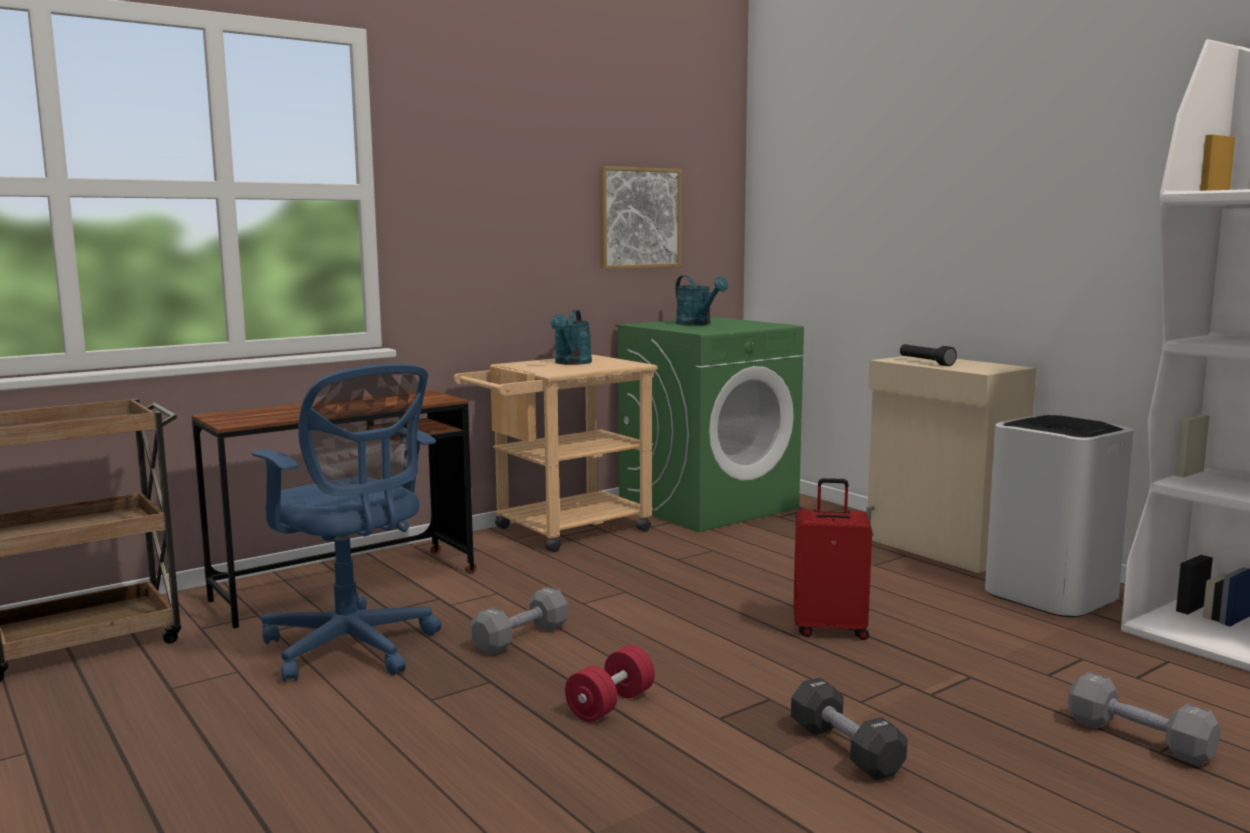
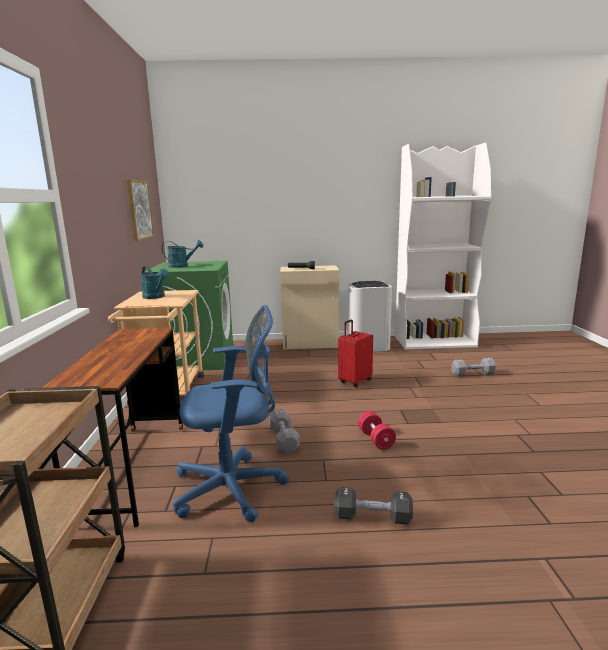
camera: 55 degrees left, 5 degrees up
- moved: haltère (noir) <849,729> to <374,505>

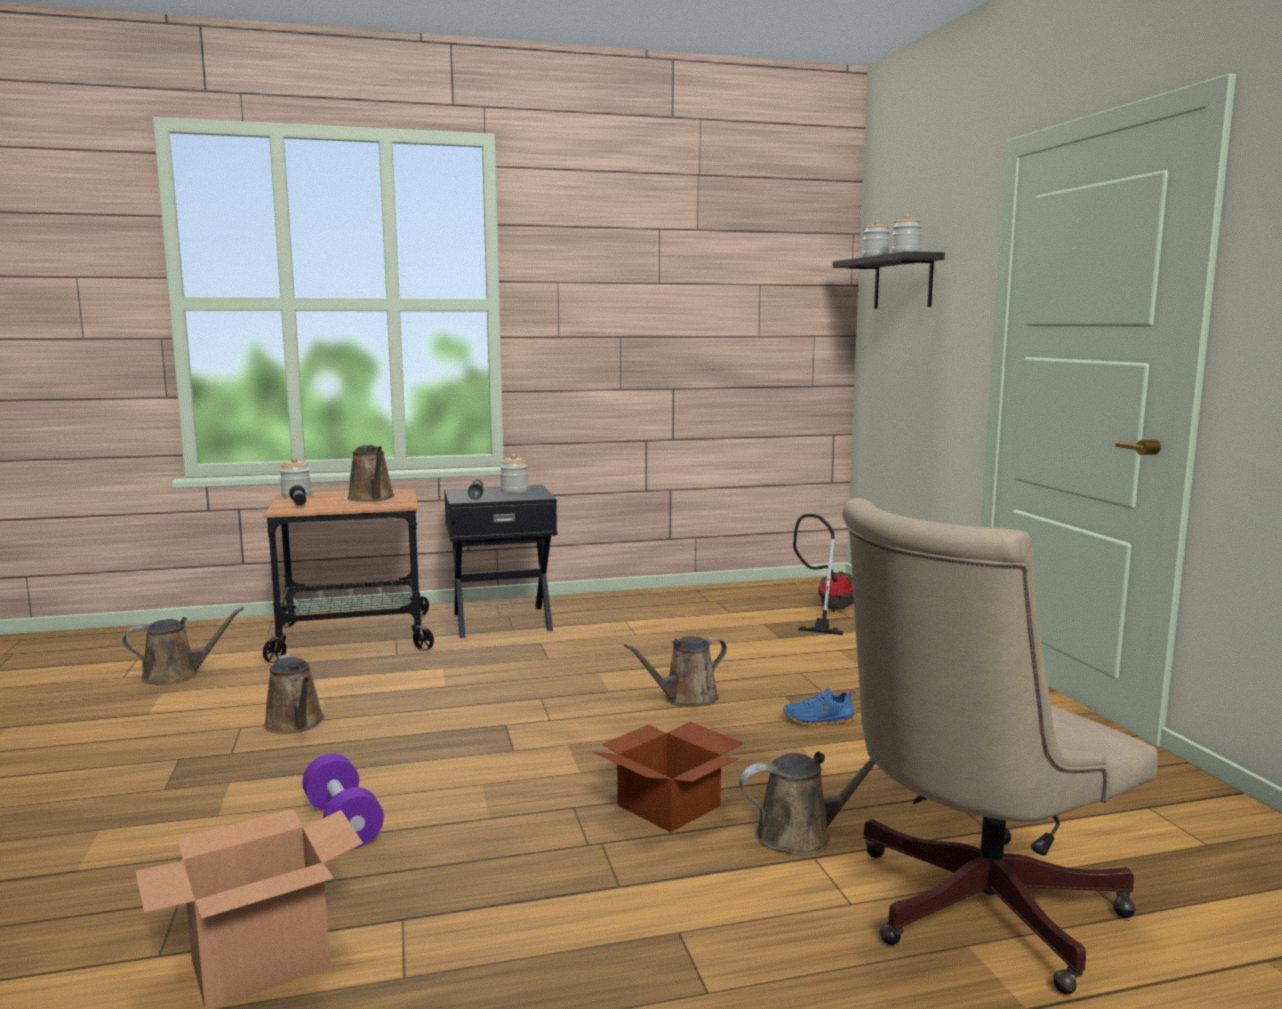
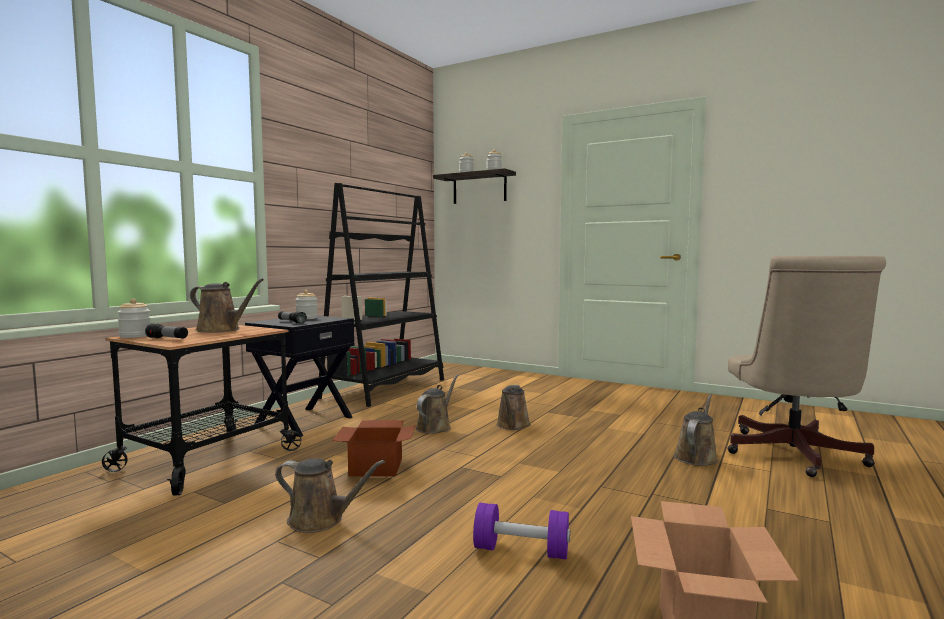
camera: 45 degrees left, 5 degrees down
- removed: chaussure (bleu) <819,707>
- removed: aspirateur <823,574>
- added: bibliothèque (noir) <381,295>
- moved: arrosoir (marron) <183,646> to <437,404>
- moved: carton <668,777> to <374,448>

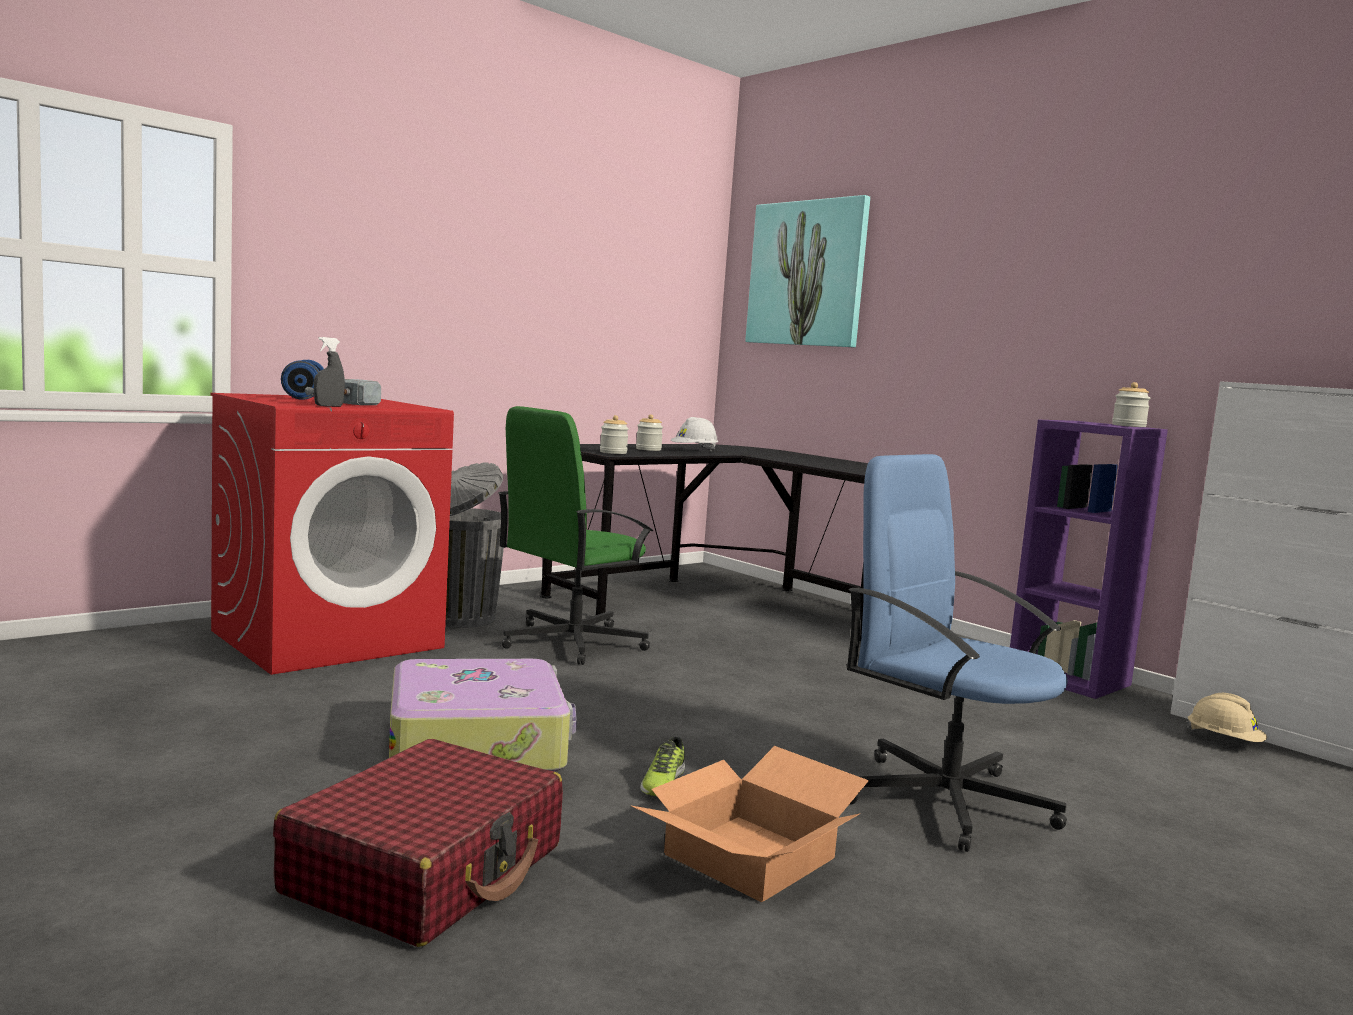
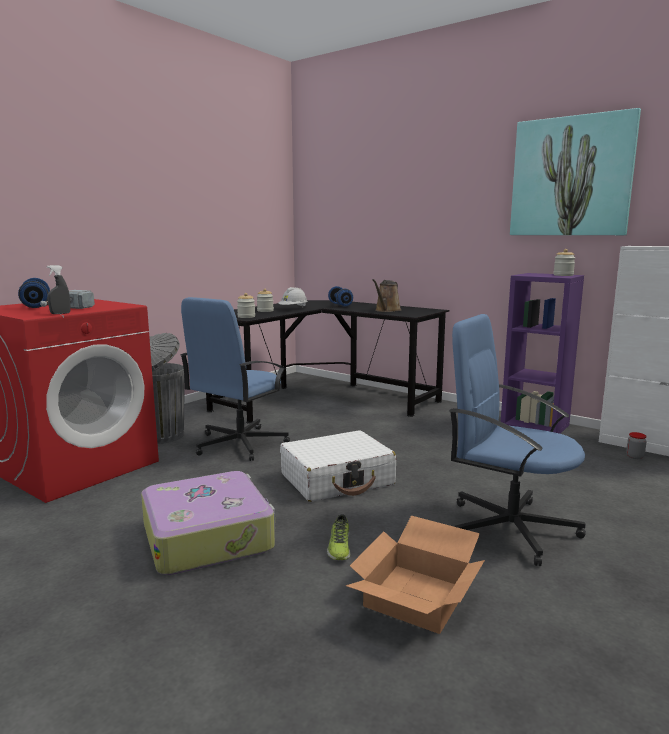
camera: 10 degrees left, 5 degrees up
- removed: valise (rouge) <418,843>
- added: valise (blanc) <338,466>
- added: haltère (bleu) <340,296>
- added: arrosoir (marron) <386,295>
- moved: tableau <807,271> to <575,171>
- replaced: casque de chantier (beige) <1226,717> to bocal <636,445>
- recoloured: chaise de bureau (vert) <575,535> to chaise de bureau (bleu) <235,379>

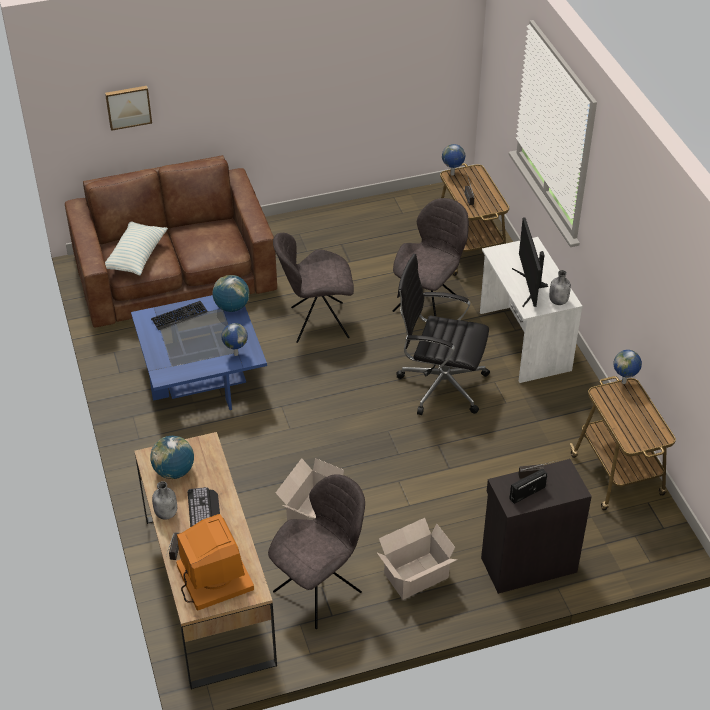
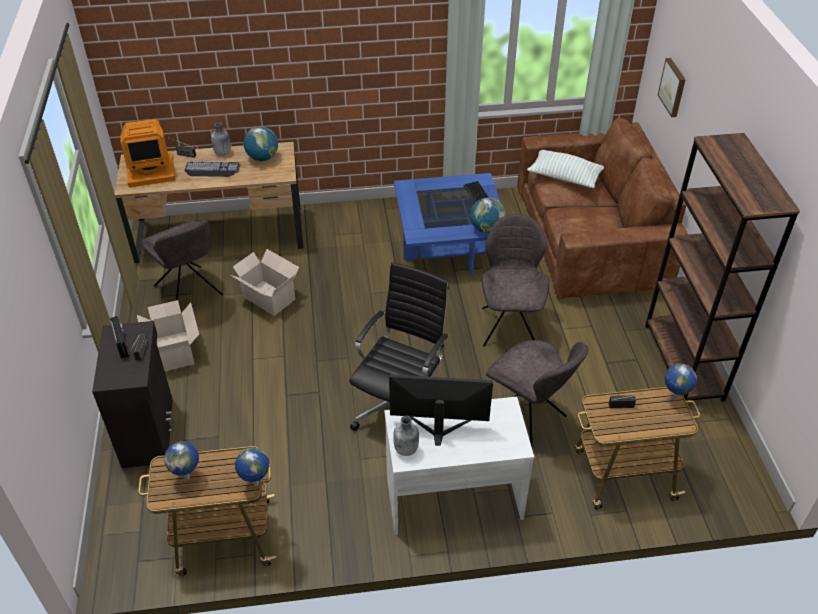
camera: 100 degrees right, 0 degrees up
- added: bibliothèque (marron) <722,267>
- moved: globe <234,339> to <181,460>

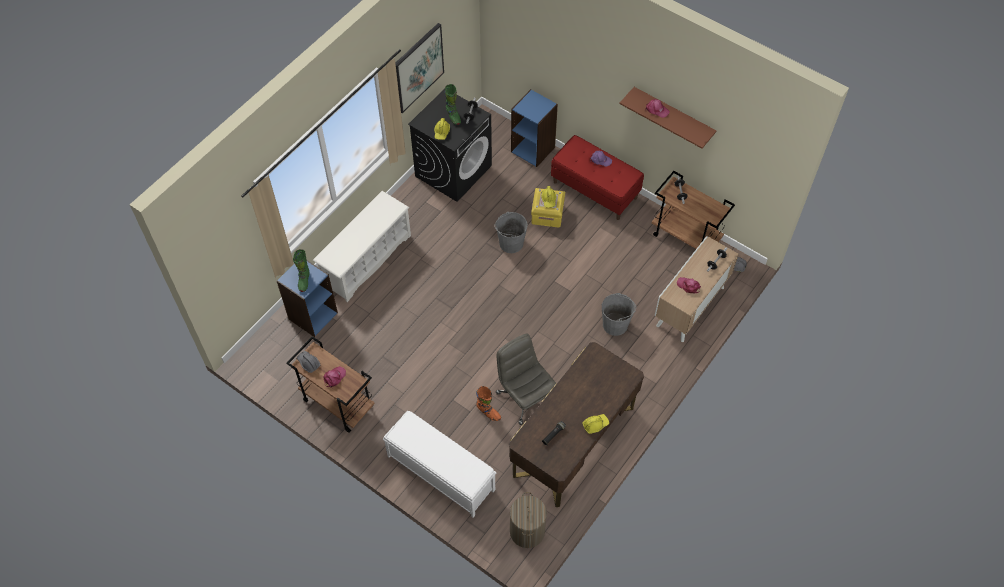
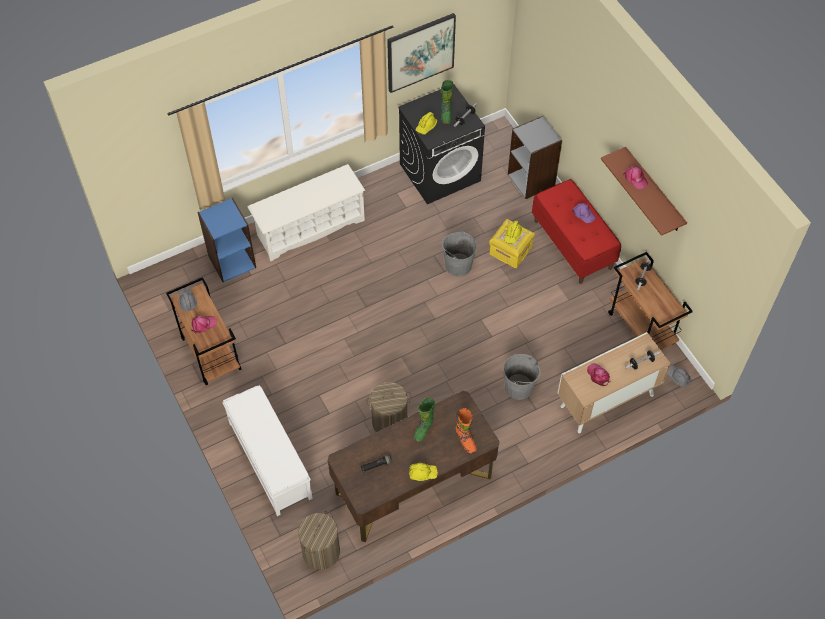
camera: 25 degrees right, 0 degrees up
- moved: botte (vert) <301,270> to <424,419>
- moved: botte (orange) <488,403> to <466,431>
- replaced: chaise de bureau (gris) <526,379> to panier à linge <389,407>
- recoloured: bibliothèque (bleu) <534,128> to bibliothèque (gris) <535,157>

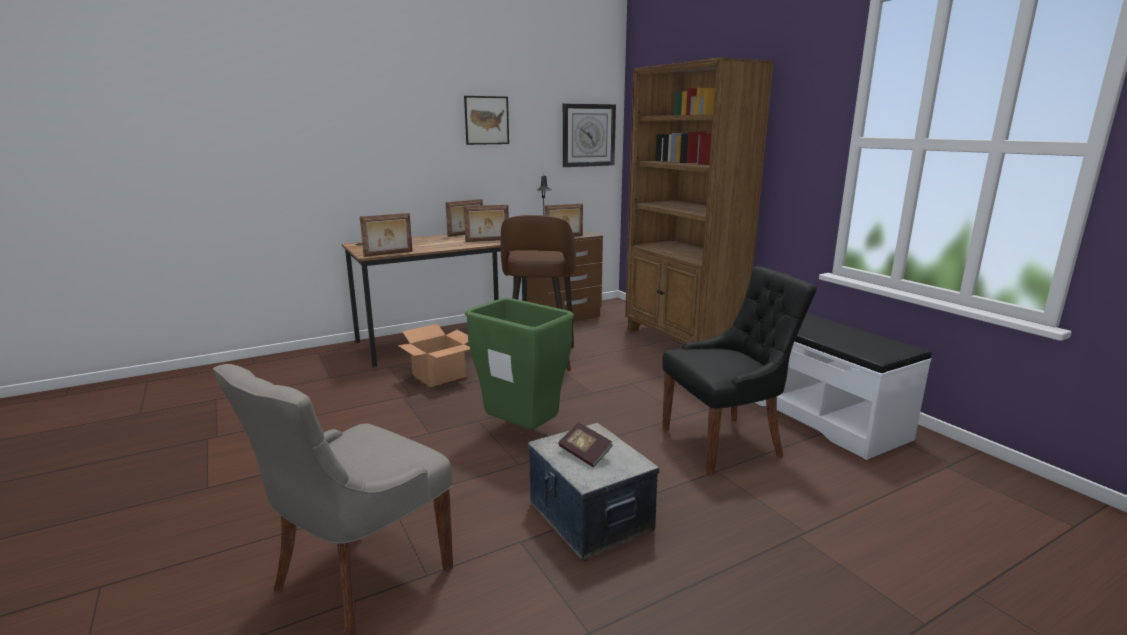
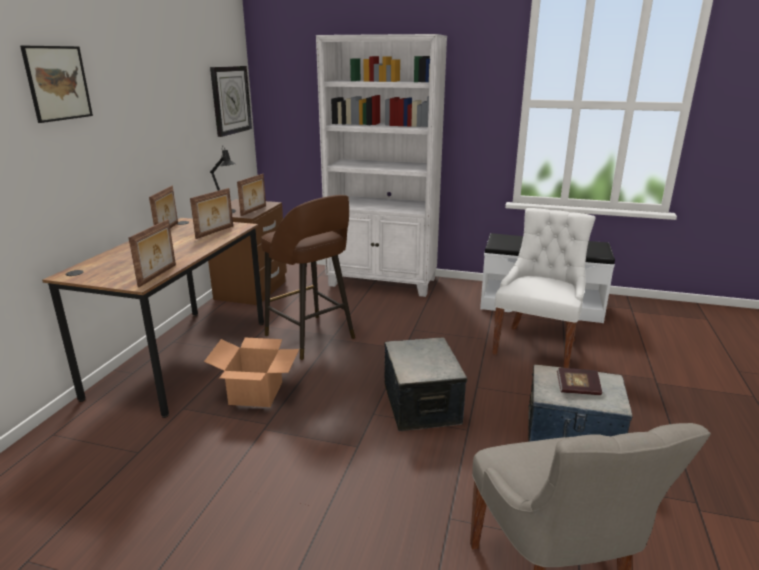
camera: 45 degrees left, 5 degrees up
- moved: tableau <486,120> to <56,84>
- replaced: poubelle (vert) <519,363> to boîte de rangement <425,384>
- recoloured: bibliothèque (marron) <699,200> to bibliothèque (blanc) <381,165>
- recoloured: chaise (noir) <739,370> to chaise (blanc) <544,288>

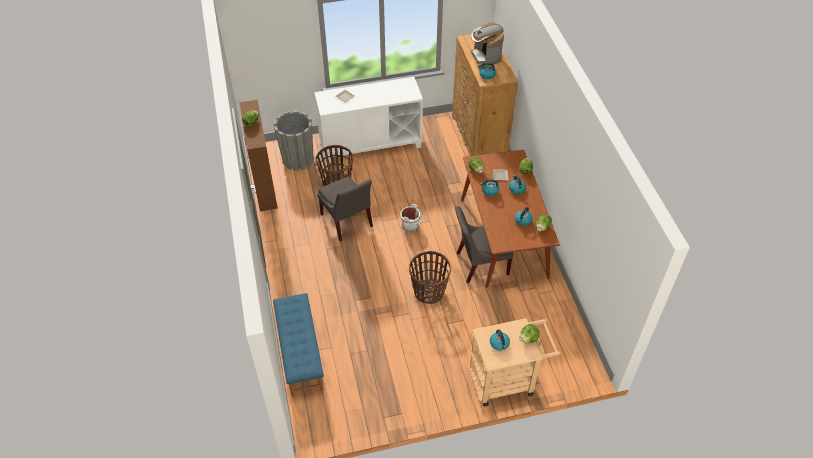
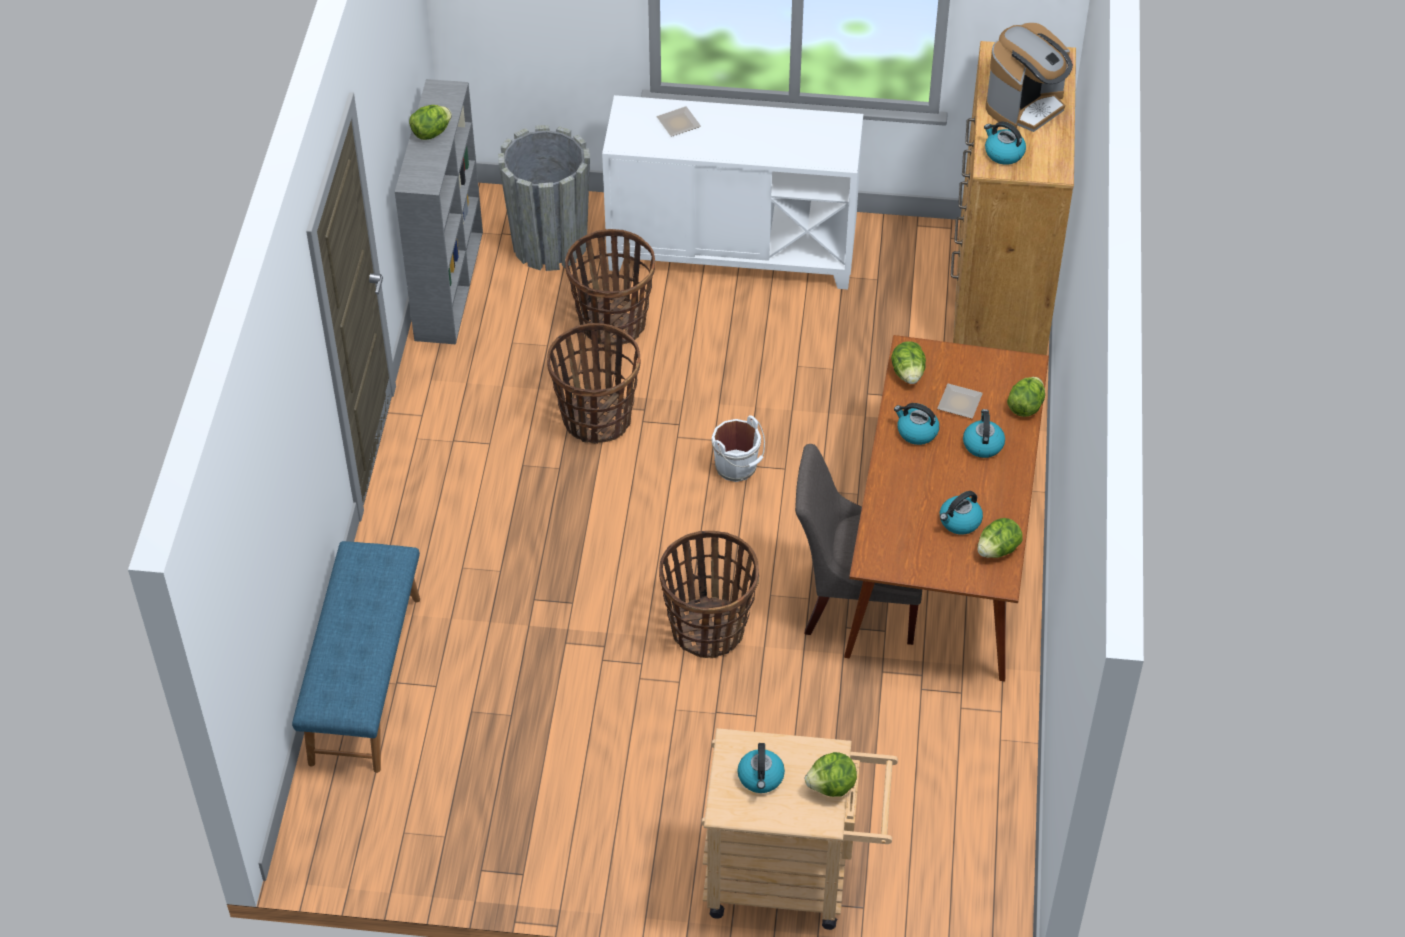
camera: 20 degrees right, 0 degrees up
- replaced: chaise (gris) <345,209> to panier <593,383>
- recoloured: bibliothèque (marron) <258,155> to bibliothèque (gris) <439,211>
- turned: machine à café <487,44> = <1029,77> 135 degrees counterclockwise

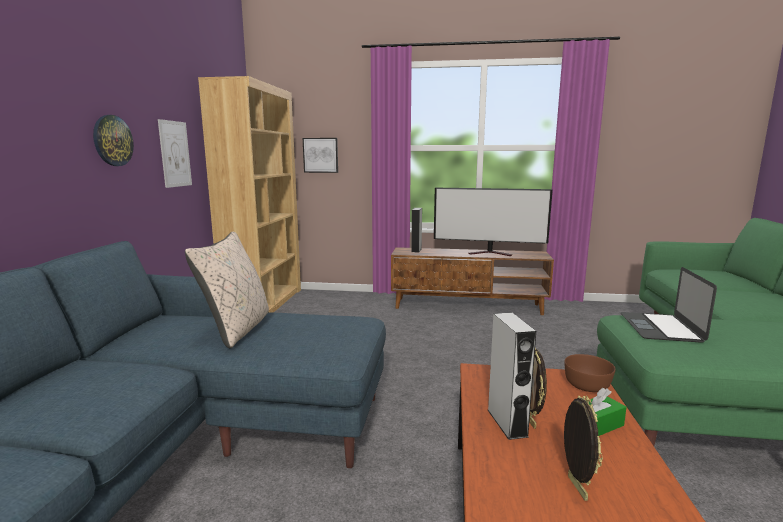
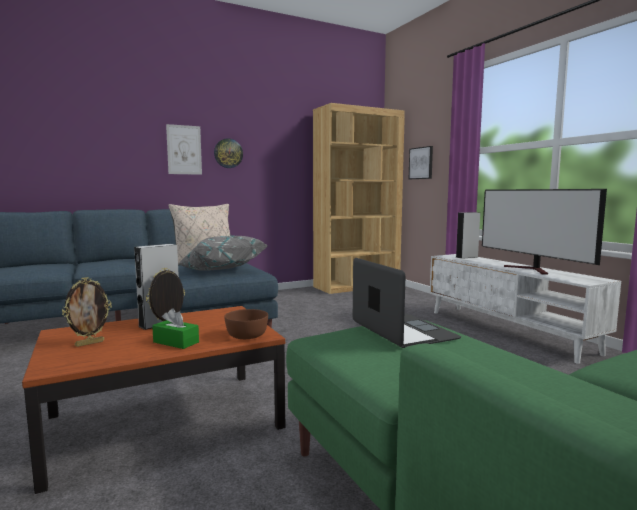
camera: 55 degrees right, 5 degrees down
- added: coussin (gris) <222,253>
- moved: tableau <175,153> to <184,149>
- recoloured: meuble télé (marron) <472,281> to meuble télé (blanc) <525,309>
- turned: ordinateur portable <669,305> = <407,303> 90 degrees clockwise

